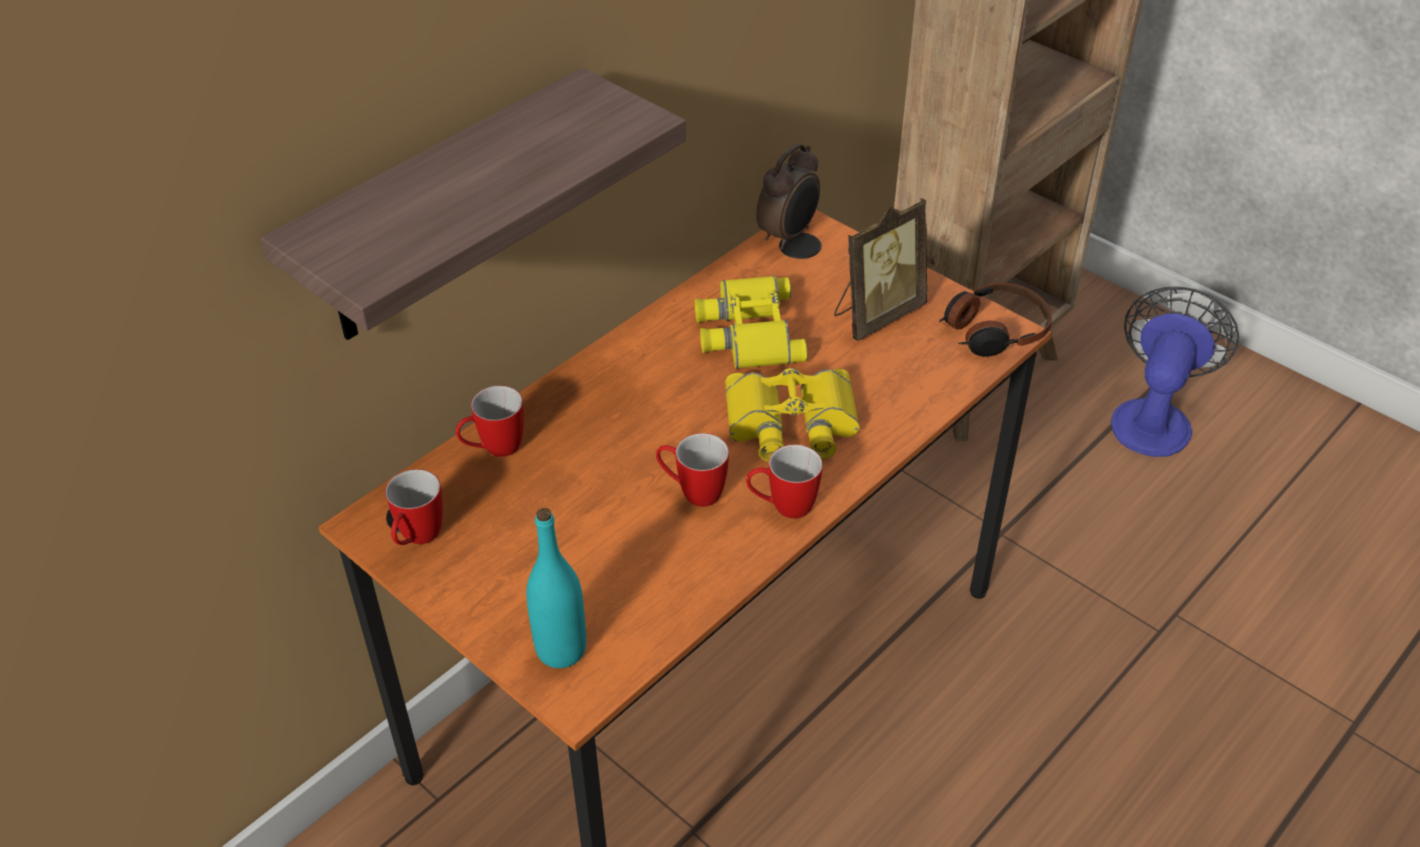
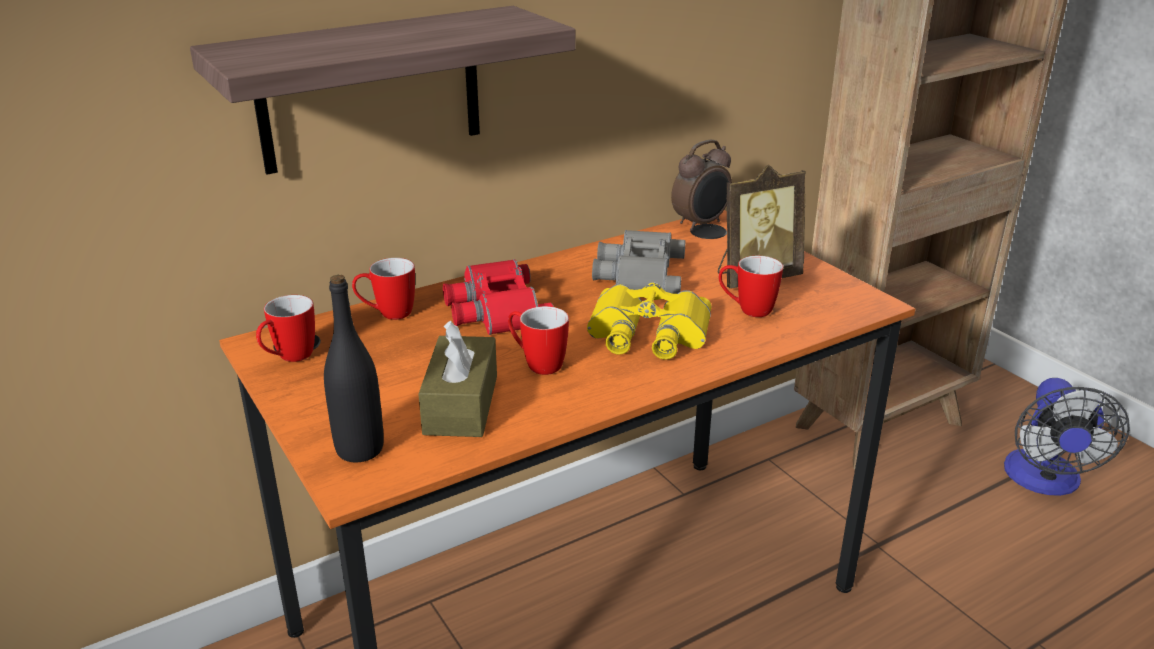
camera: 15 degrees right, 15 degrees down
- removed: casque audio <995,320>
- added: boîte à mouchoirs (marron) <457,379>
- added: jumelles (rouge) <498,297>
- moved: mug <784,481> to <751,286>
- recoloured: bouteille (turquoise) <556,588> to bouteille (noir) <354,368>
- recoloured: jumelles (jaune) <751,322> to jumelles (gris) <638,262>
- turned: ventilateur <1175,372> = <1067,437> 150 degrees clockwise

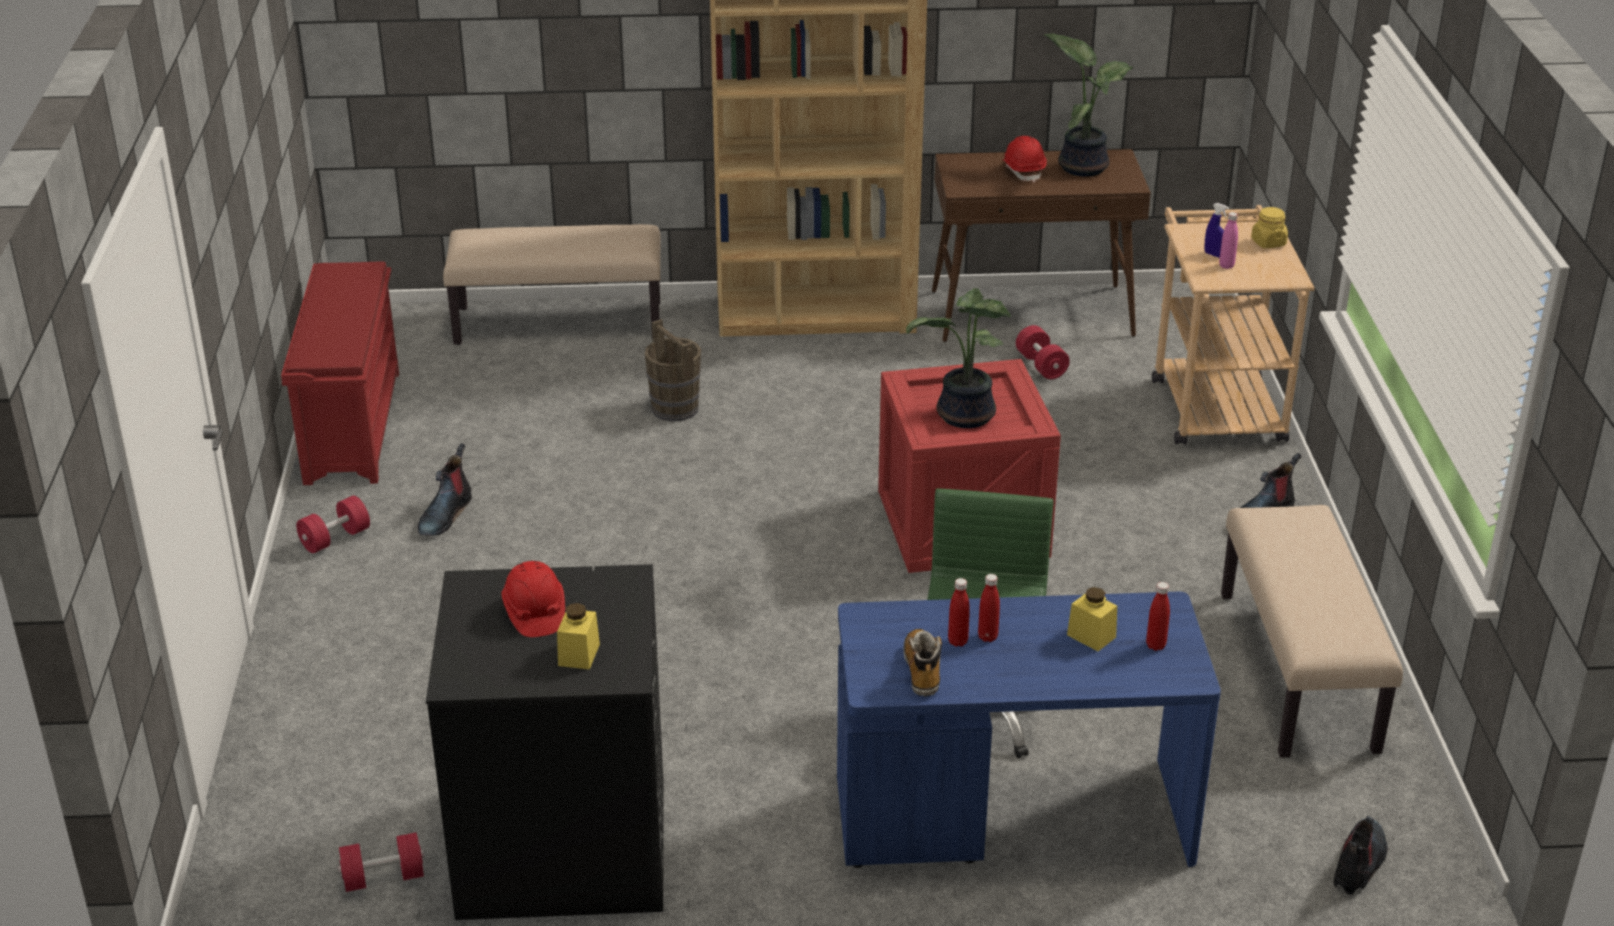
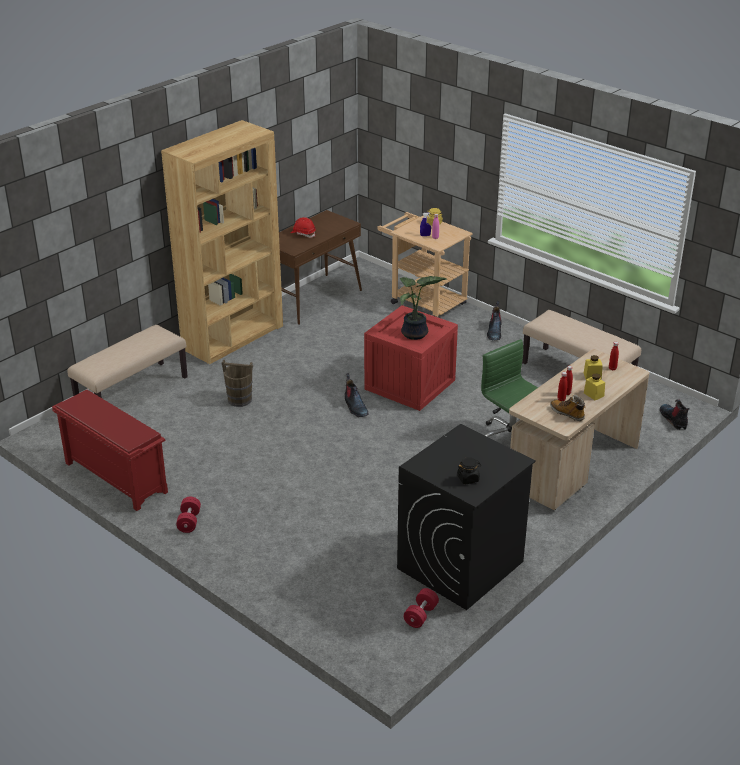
camera: 45 degrees left, 0 degrees up
- removed: casque de chantier (rouge) <533,599>
- removed: haltère (rouge) <1043,352>
- removed: plante en pot <1088,105>
- added: bocal (noir) <469,470>
- moved: botte <445,489> to <357,395>
- moved: bocal (jaune) <578,636> to <594,387>
- recoloured: bureau (bleu) <1029,730> to bureau (beige) <579,429>

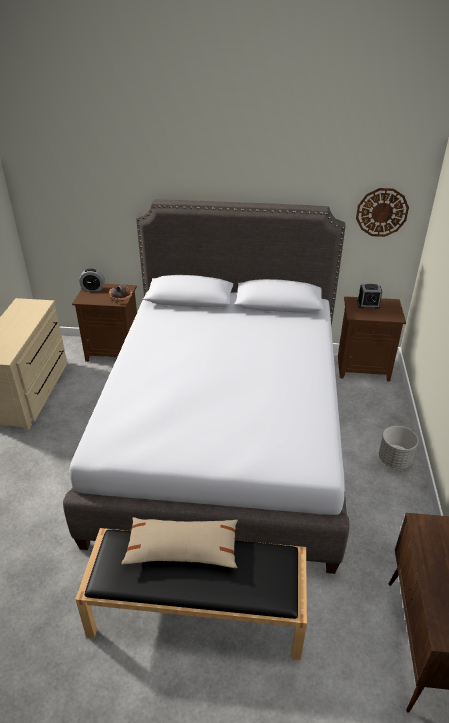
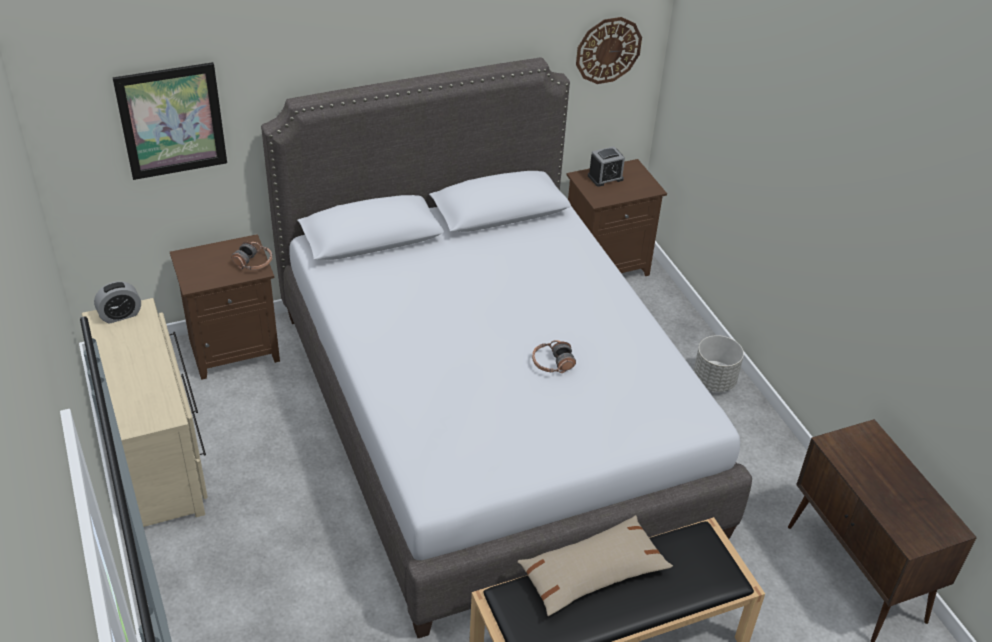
camera: 30 degrees left, 5 degrees up
- added: tableau <170,121>
- added: casque audio <554,356>
- moved: réveil <92,279> to <117,302>

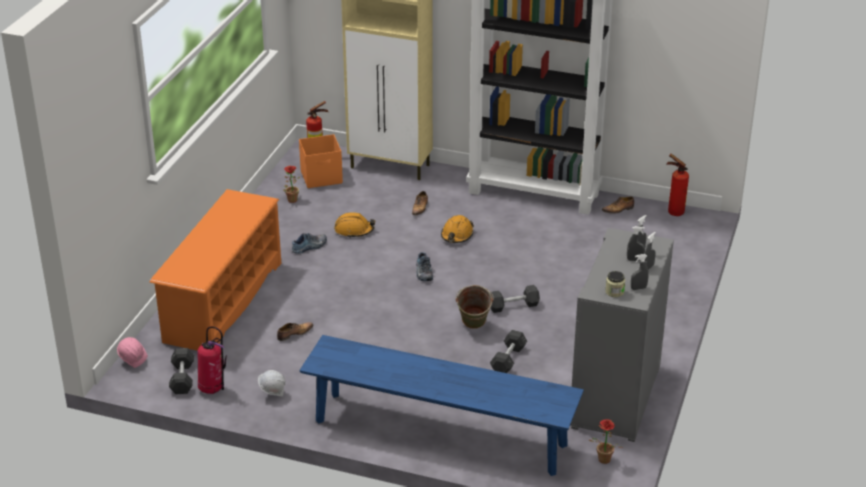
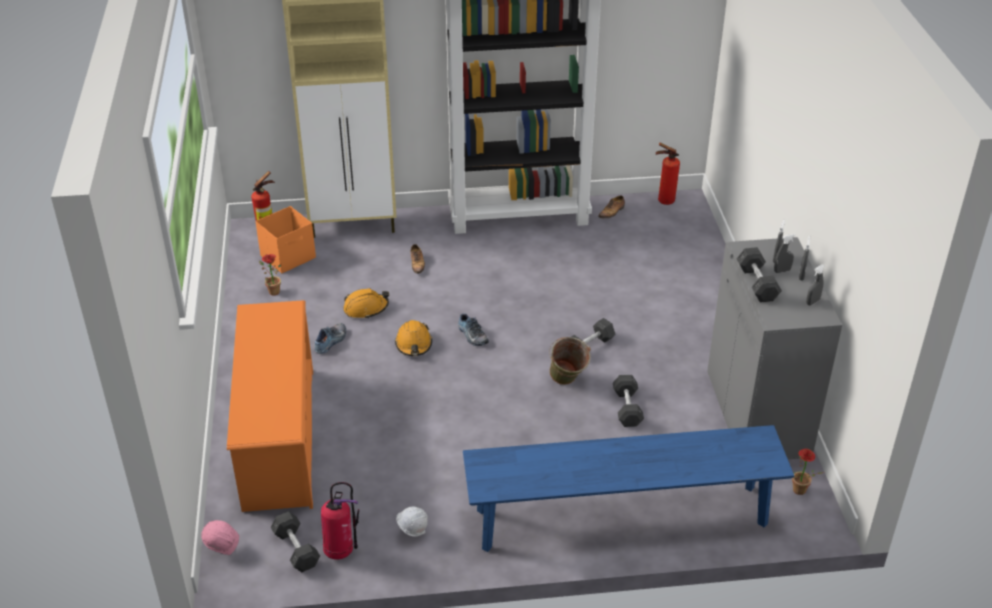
camera: 25 degrees left, 5 degrees up
- removed: chaussure <295,331>
- removed: bocal <615,284>
- added: haltère (gris) <759,274>
- moved: casque de chantier (orange) <457,229> to <413,338>

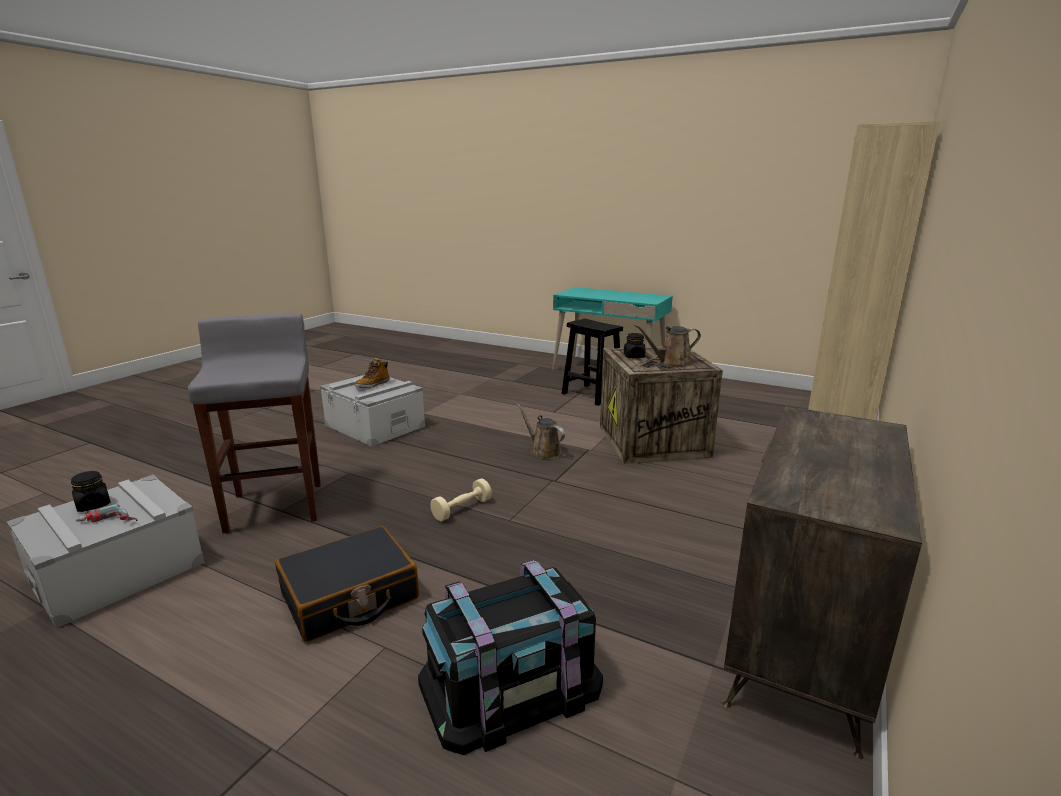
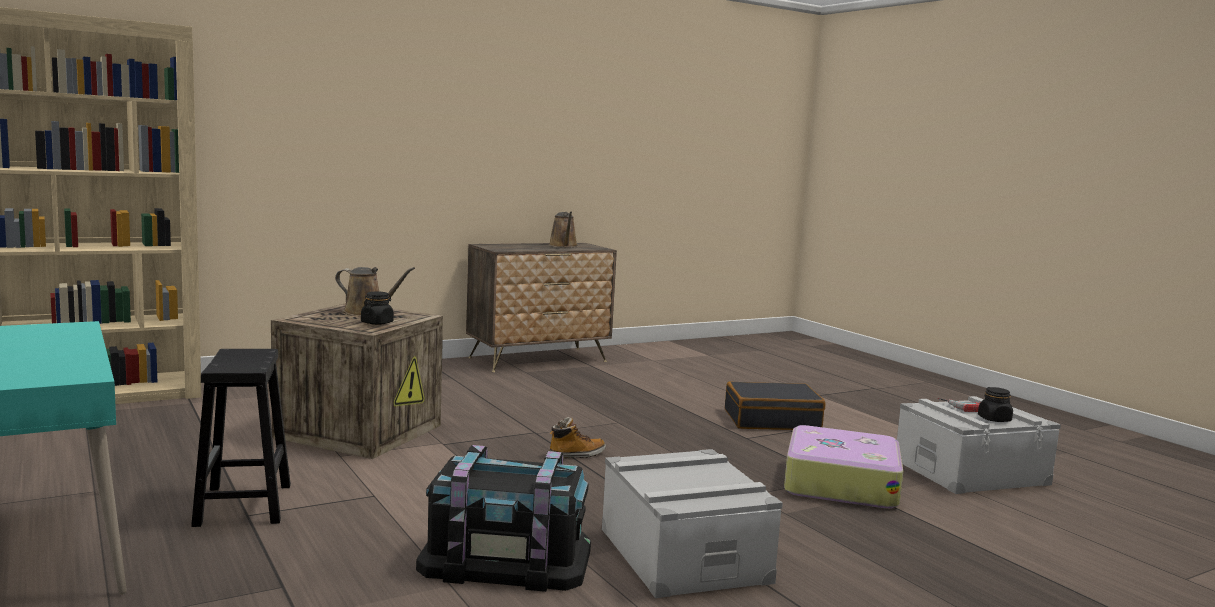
camera: 150 degrees left, 10 degrees down
- removed: haltère (beige) <461,500>
- moved: botte <372,373> to <577,437>
- moved: boîte de rangement (noir) <510,657> to <503,518>
- moved: arrosoir (marron) <541,431> to <563,229>
- replaced: tabouret (gris) <254,423> to valise <843,467>

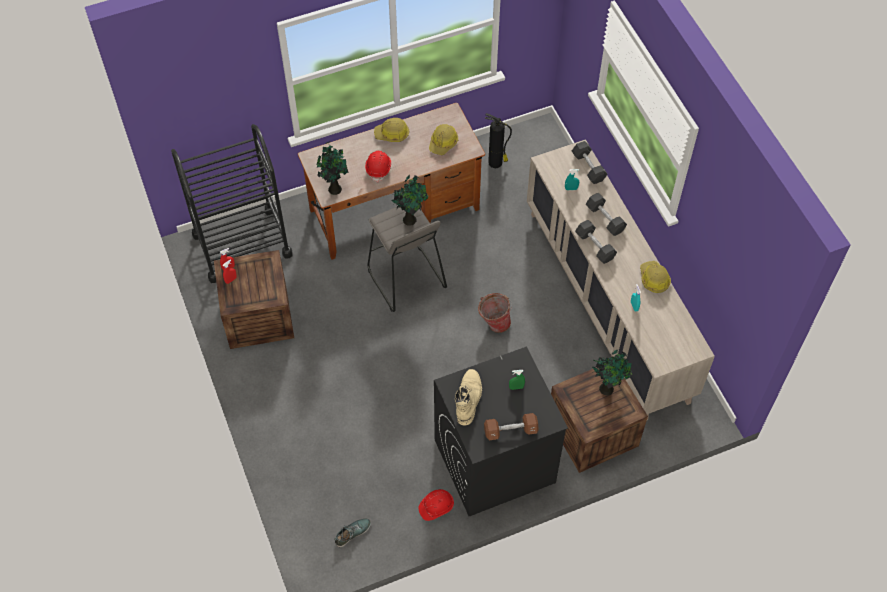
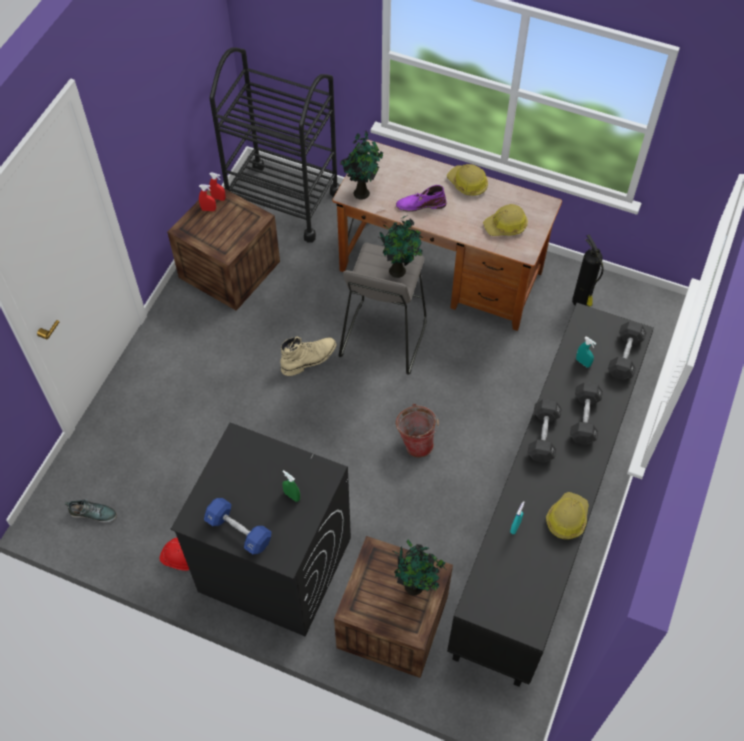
camera: 45 degrees right, 0 degrees up
- moved: botte (beige) <468,397> to <308,356>
- replaced: casque de chantier (rouge) <378,166> to botte (violet) <421,198>
- recoloured: haltère (marron) <511,426> to haltère (bleu) <238,526>
- recoloured: meuble de rangement (beige) <621,279> to meuble de rangement (noir) <550,495>

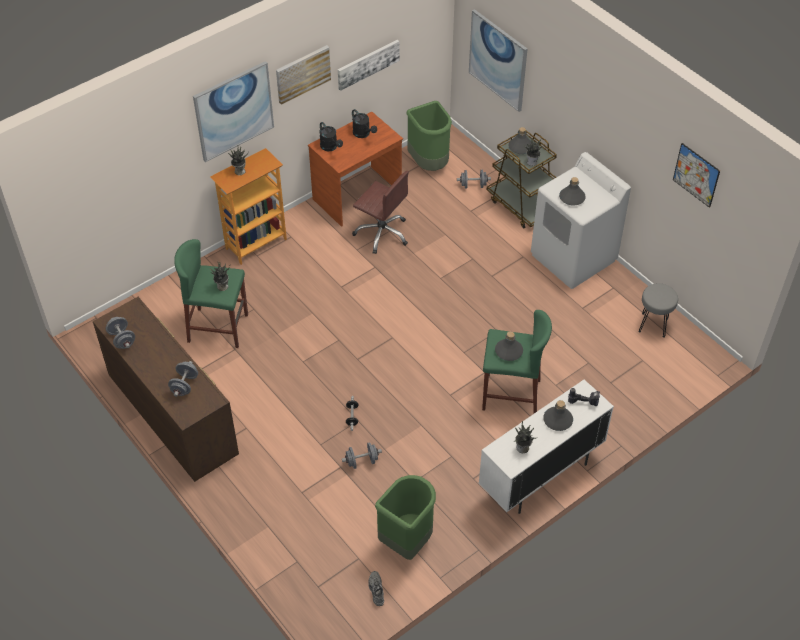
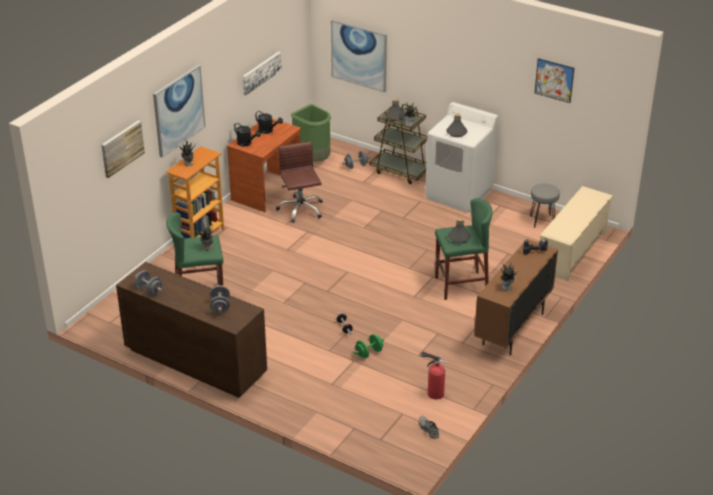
camera: 20 degrees left, 15 degrees down
- removed: bouteille (gris) <558,415>
- added: étagère à chaussures (beige) <576,234>
- moved: tableau <303,75> to <123,149>
- replaced: poubelle (vert) <405,517> to extincteur <434,375>
- recoloured: haltère (gris) <362,455> to haltère (vert) <369,346>
- recoloured: meuble de rangement (blanc) <546,447> to meuble de rangement (marron) <516,297>
- turned: chaise de bureau (marron) <380,212> = <299,182> 120 degrees counterclockwise

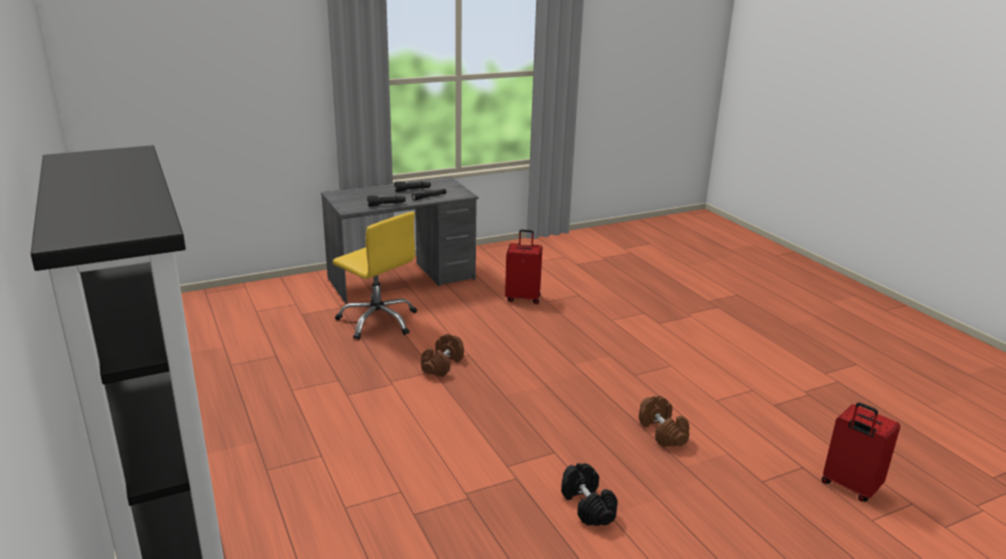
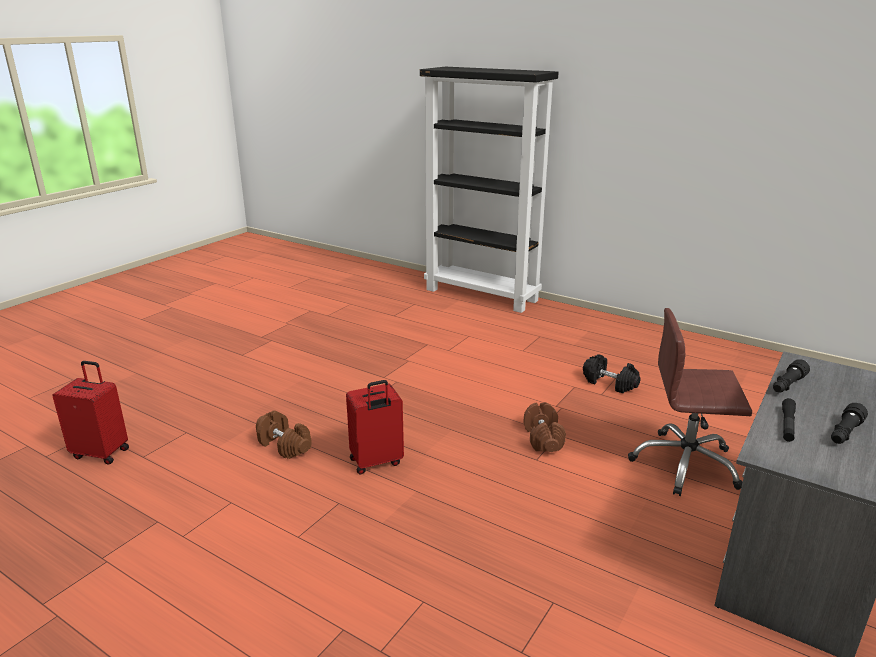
camera: 150 degrees right, 0 degrees up
- moved: valise (rouge) <523,267> to <375,427>
- moved: haltère (noir) <589,494> to <612,373>
- recoloured: chaise de bureau (jaune) <375,276> to chaise de bureau (marron) <690,402>

